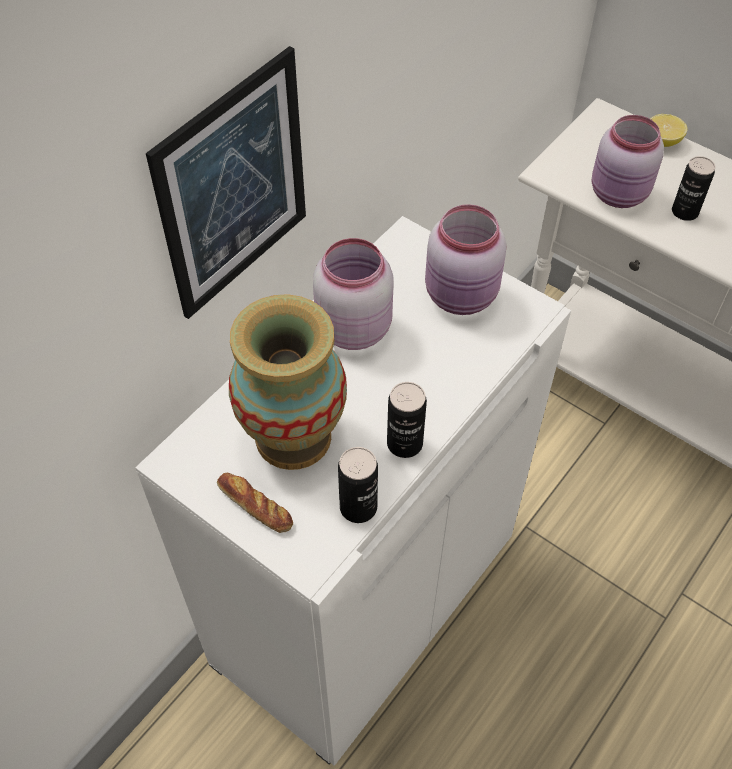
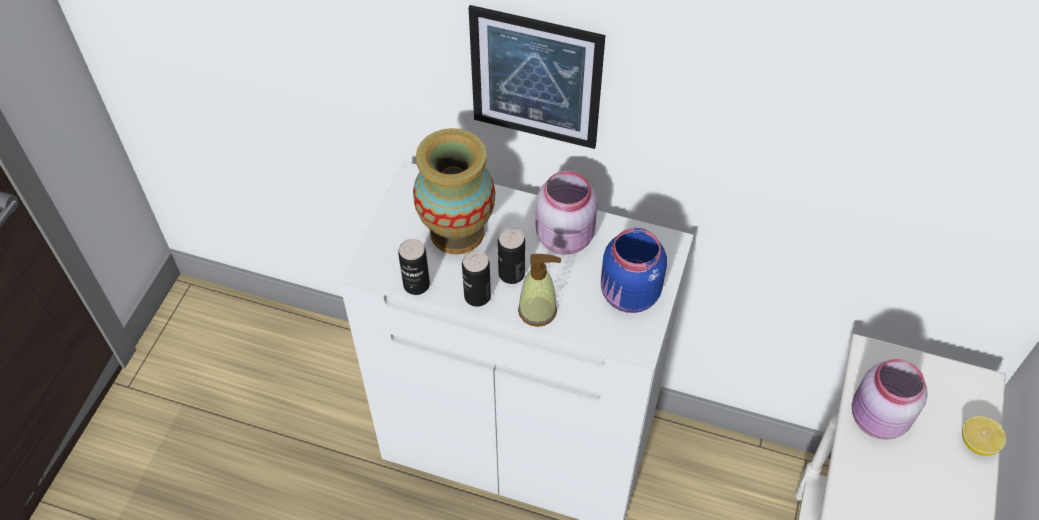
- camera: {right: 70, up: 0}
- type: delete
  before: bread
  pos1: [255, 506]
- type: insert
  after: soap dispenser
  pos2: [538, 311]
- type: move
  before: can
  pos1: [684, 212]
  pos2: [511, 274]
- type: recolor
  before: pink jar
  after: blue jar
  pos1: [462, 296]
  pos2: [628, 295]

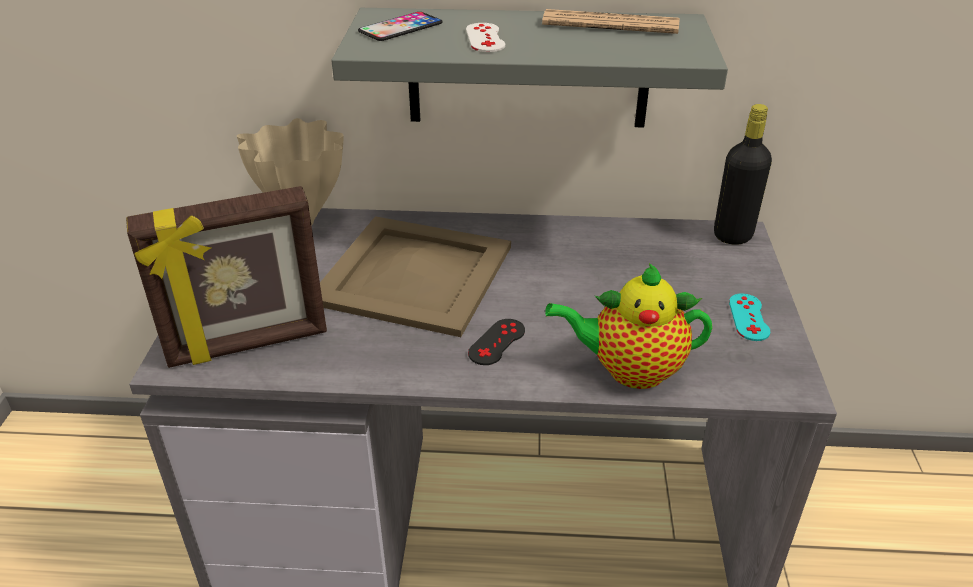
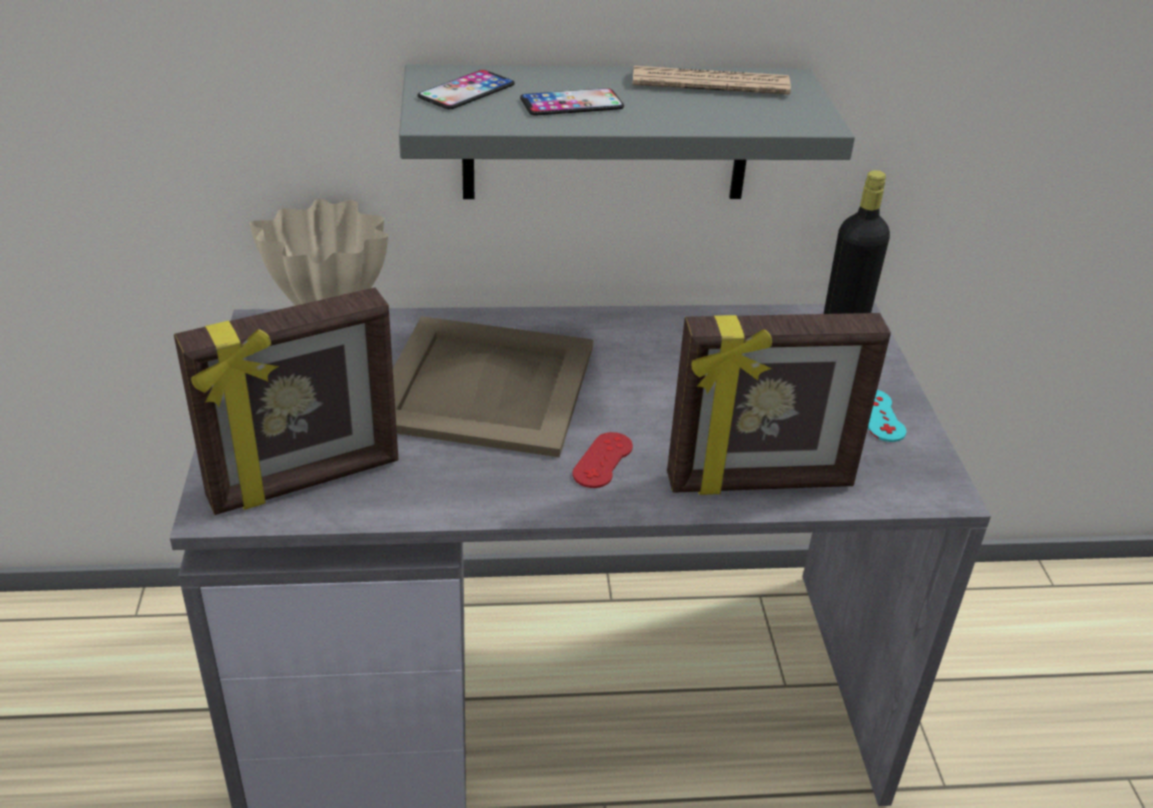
- camera: {right: -10, up: 0}
- type: replace
  before: white game controller
  after: phone
  pos1: [485, 38]
  pos2: [571, 103]
- type: replace
  before: teapot
  after: picture frame
  pos1: [629, 370]
  pos2: [760, 483]
- type: recolor
  before: black game controller
  after: red game controller
  pos1: [497, 342]
  pos2: [603, 460]

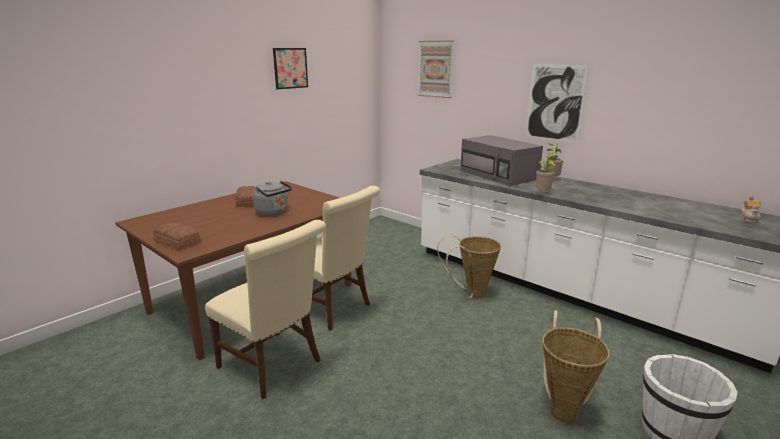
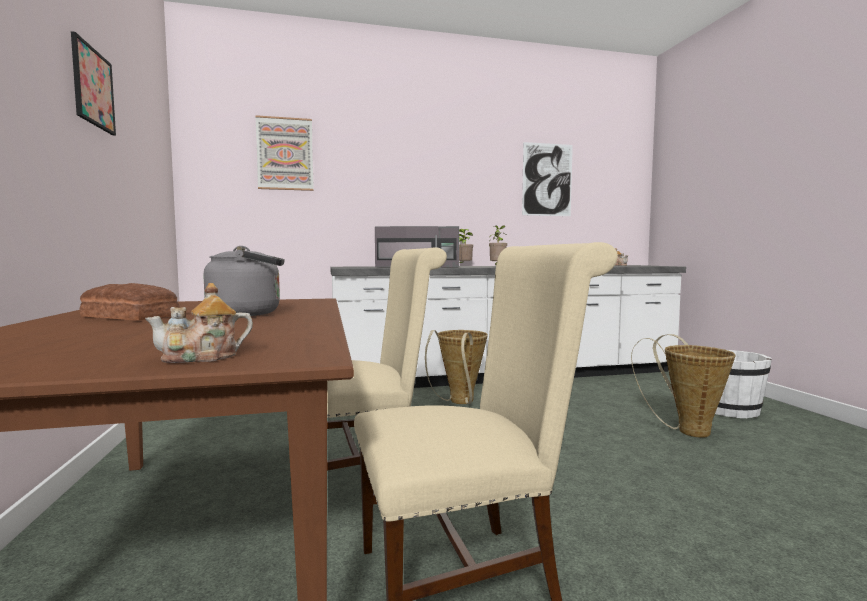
- camera: {right: -55, up: -15}
- type: move
  before: picture
  pos1: [555, 103]
  pos2: [547, 179]
- type: replace
  before: bread
  after: teapot
  pos1: [177, 242]
  pos2: [202, 357]

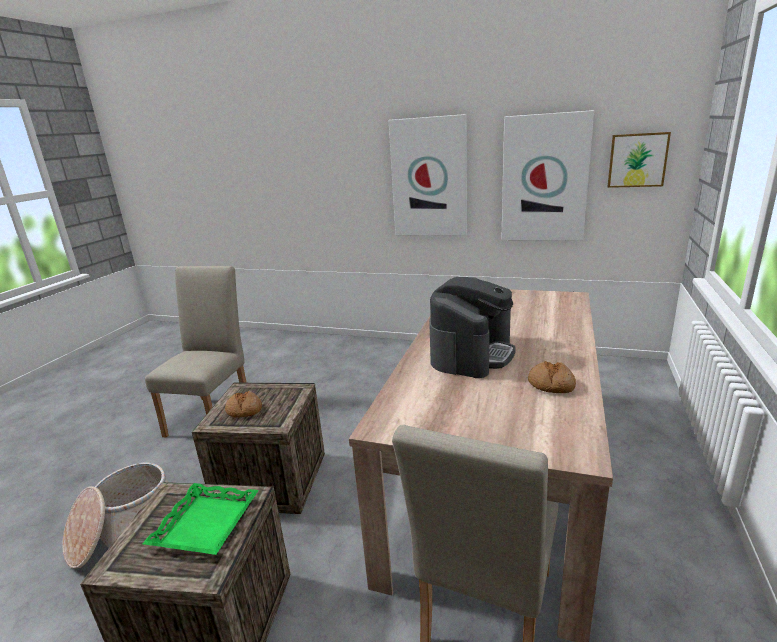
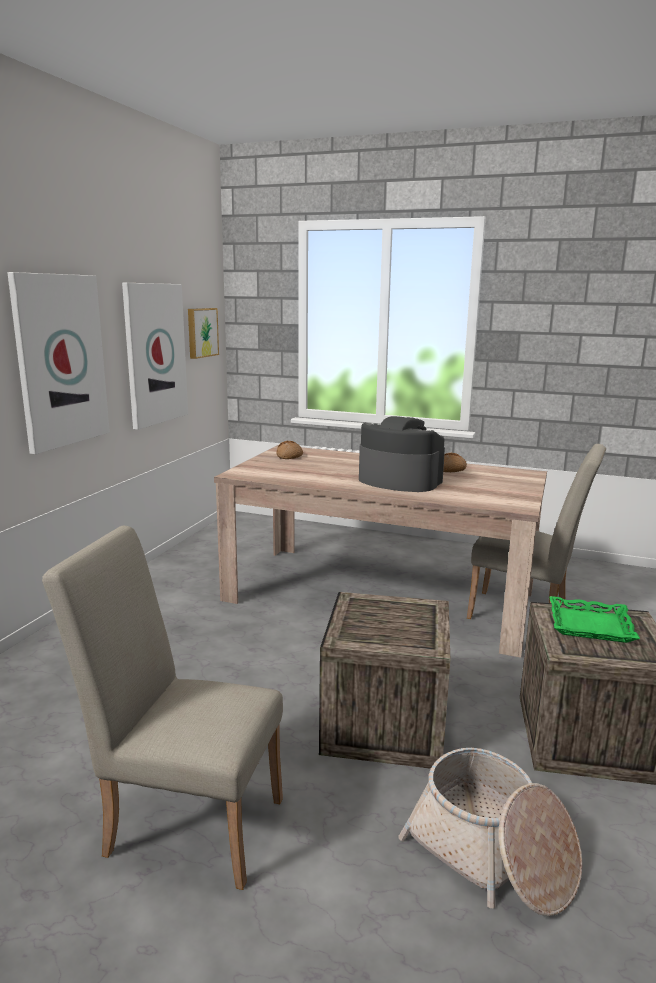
- camera: {right: -90, up: -5}
- type: move
  before: bread
  pos1: [244, 410]
  pos2: [289, 456]

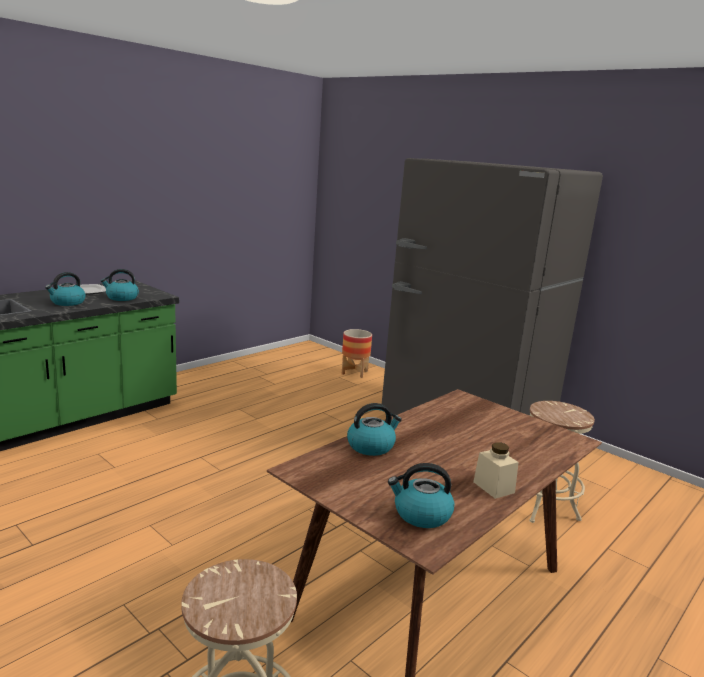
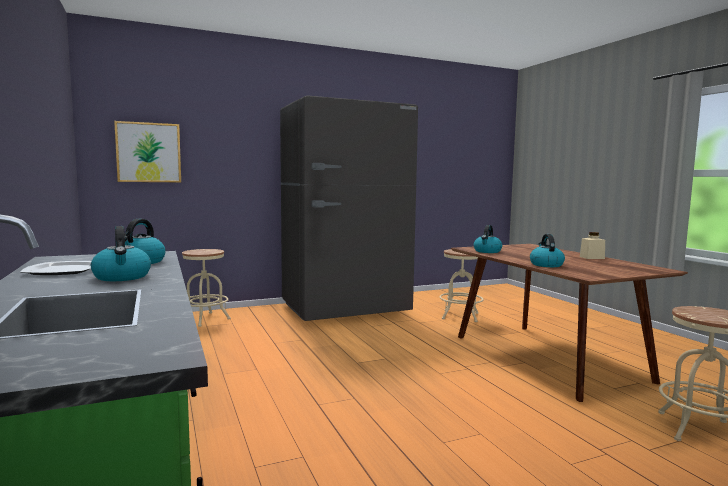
- camera: {right: -65, up: -10}
- type: insert
  after: picture
  pos2: [148, 152]
- type: move
  before: kettle
  pos1: [421, 514]
  pos2: [487, 251]
- type: replace
  before: planter
  after: beige stool
  pos1: [355, 372]
  pos2: [205, 319]

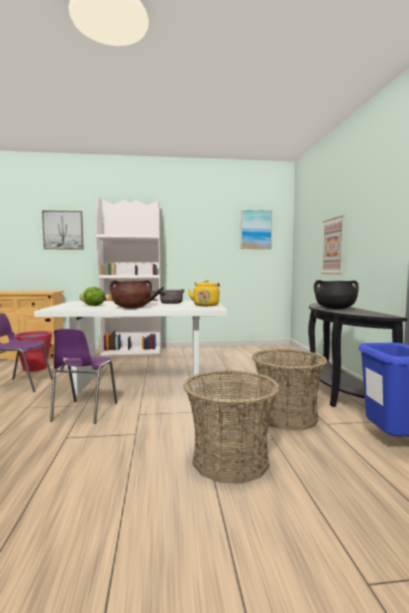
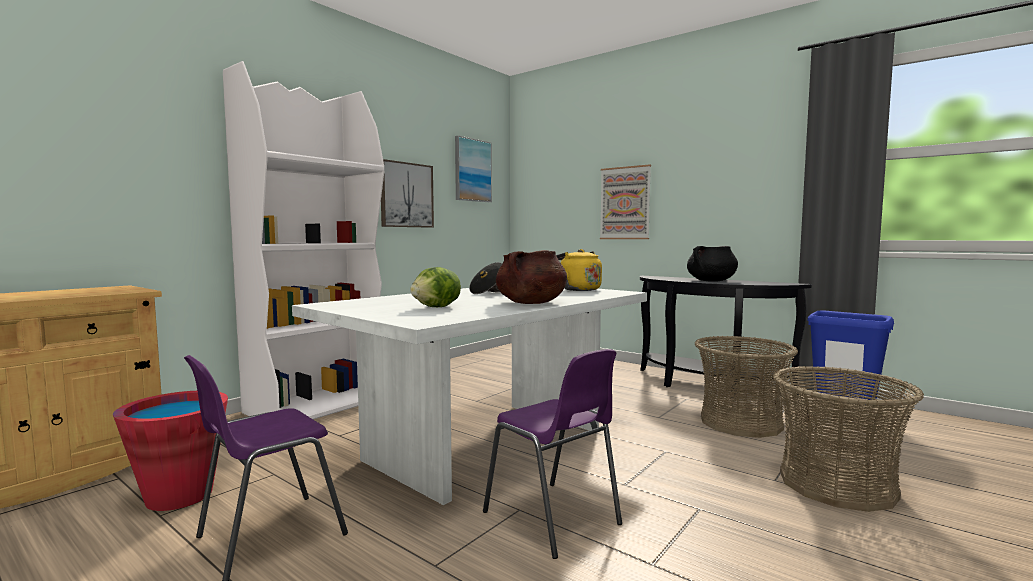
- camera: {right: -45, up: 0}
- type: move
  before: picture
  pos1: [63, 230]
  pos2: [406, 195]

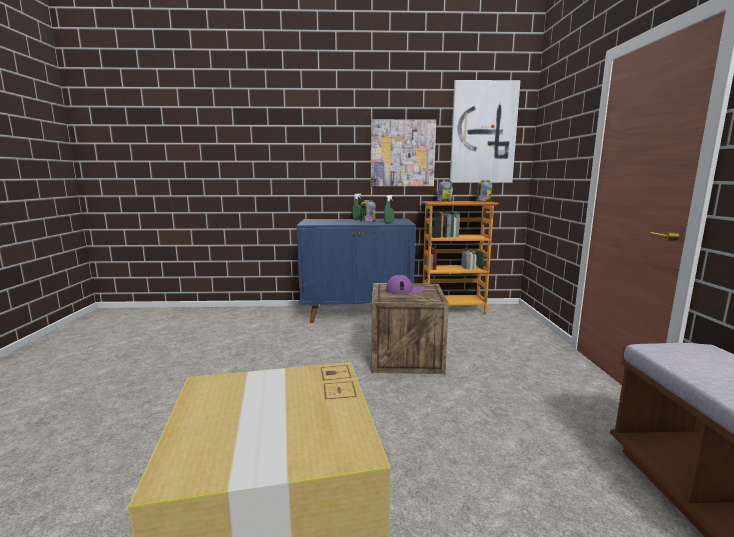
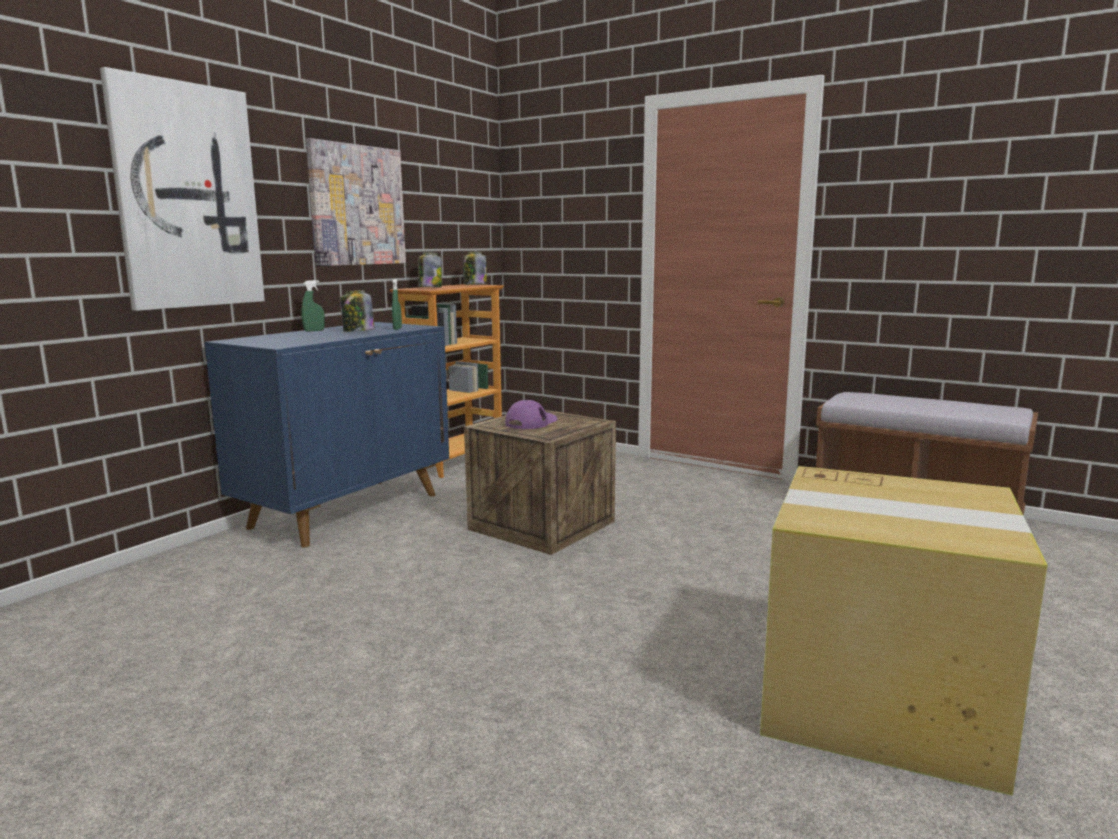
- camera: {right: -55, up: 0}
- type: move
  before: picture
  pos1: [483, 133]
  pos2: [187, 197]

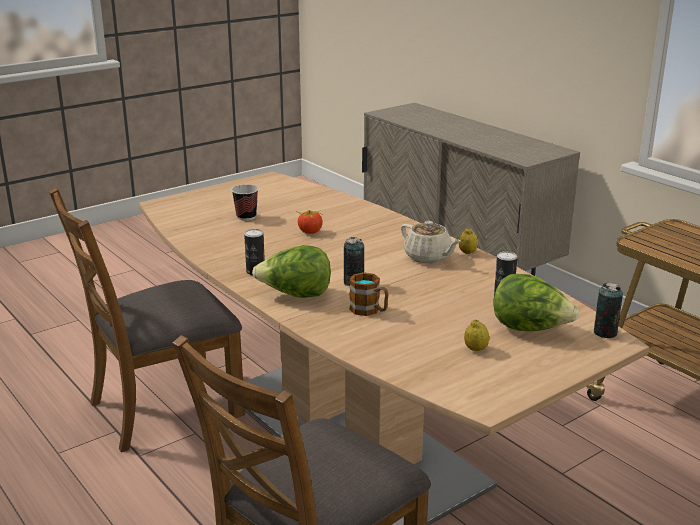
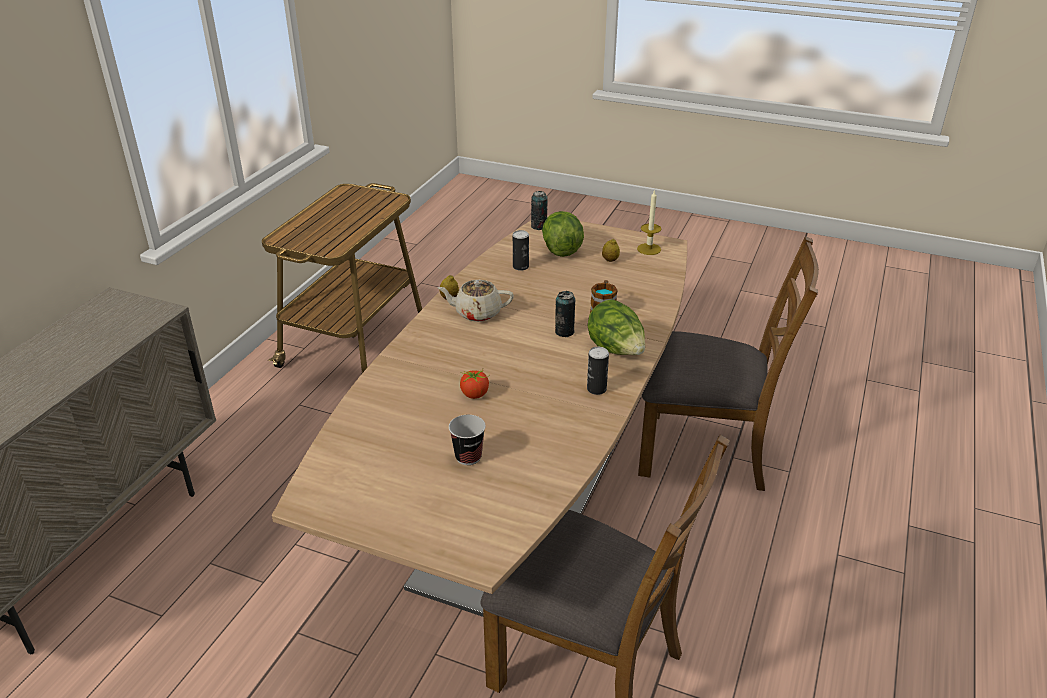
- camera: {right: -120, up: 10}
- type: insert
  after: candle
  pos2: [649, 249]
- type: rotate
  before: beige teapot
  pos1: [428, 257]
  pos2: [477, 313]
  turn: -105

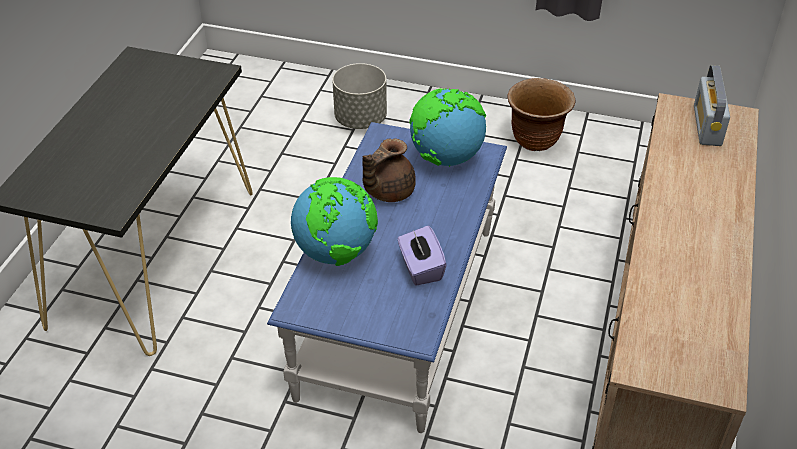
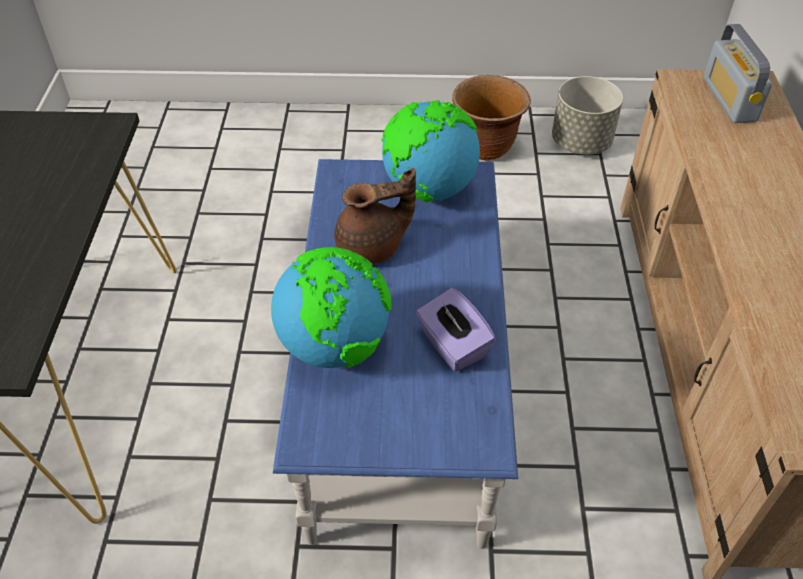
- camera: {right: -15, up: 5}
- type: move
  before: grey planter
  pos1: [360, 119]
  pos2: [580, 143]
- type: rotate
  before: brown teapot
  pos1: [388, 192]
  pos2: [372, 247]
  turn: -135

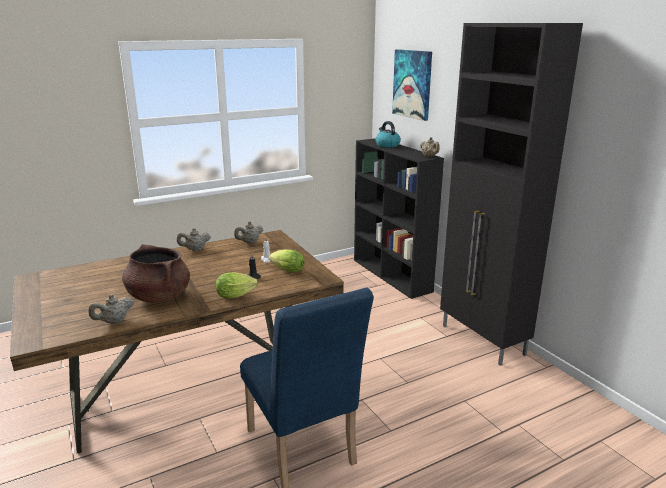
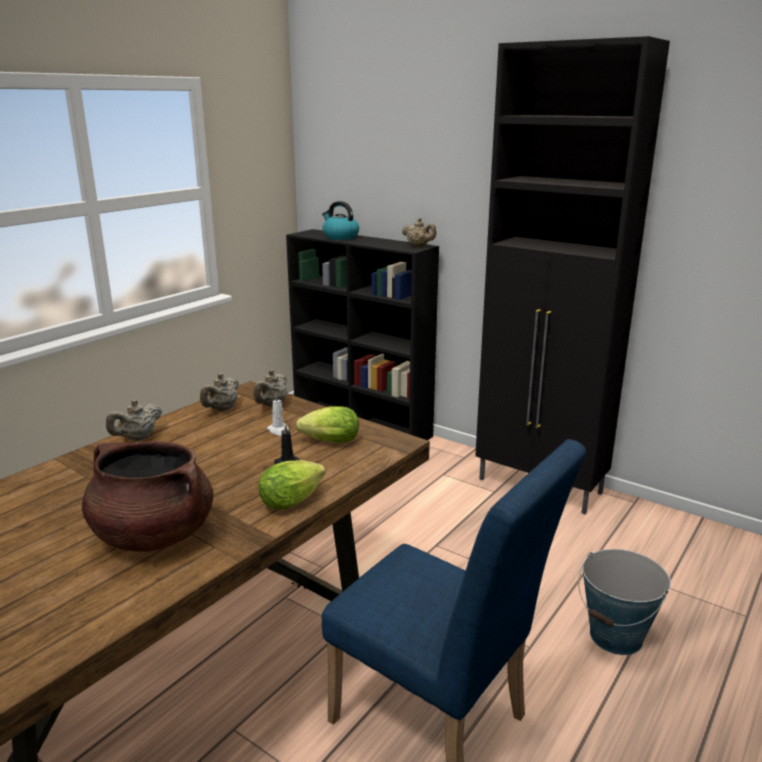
- camera: {right: -25, up: 0}
- type: delete
  before: picture
  pos1: [413, 84]
- type: insert
  after: bucket
  pos2: [616, 636]
- type: move
  before: beige teapot
  pos1: [114, 322]
  pos2: [272, 405]

